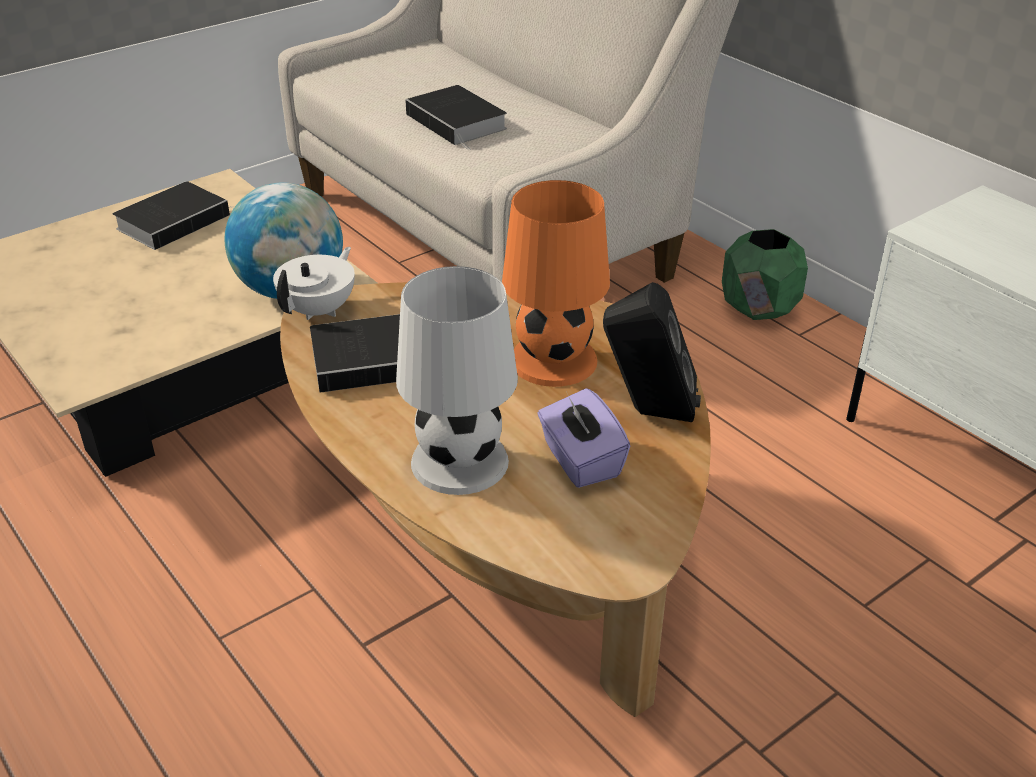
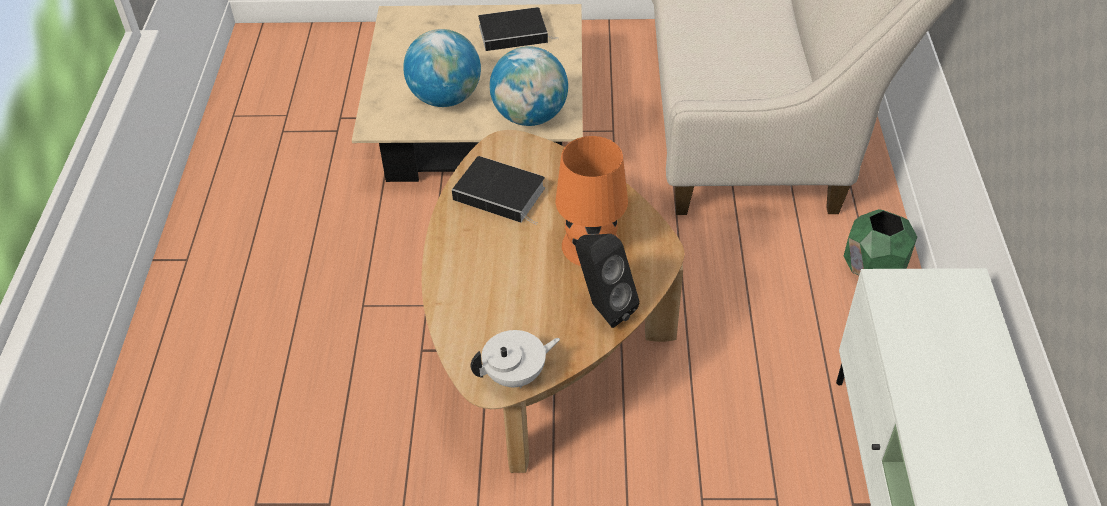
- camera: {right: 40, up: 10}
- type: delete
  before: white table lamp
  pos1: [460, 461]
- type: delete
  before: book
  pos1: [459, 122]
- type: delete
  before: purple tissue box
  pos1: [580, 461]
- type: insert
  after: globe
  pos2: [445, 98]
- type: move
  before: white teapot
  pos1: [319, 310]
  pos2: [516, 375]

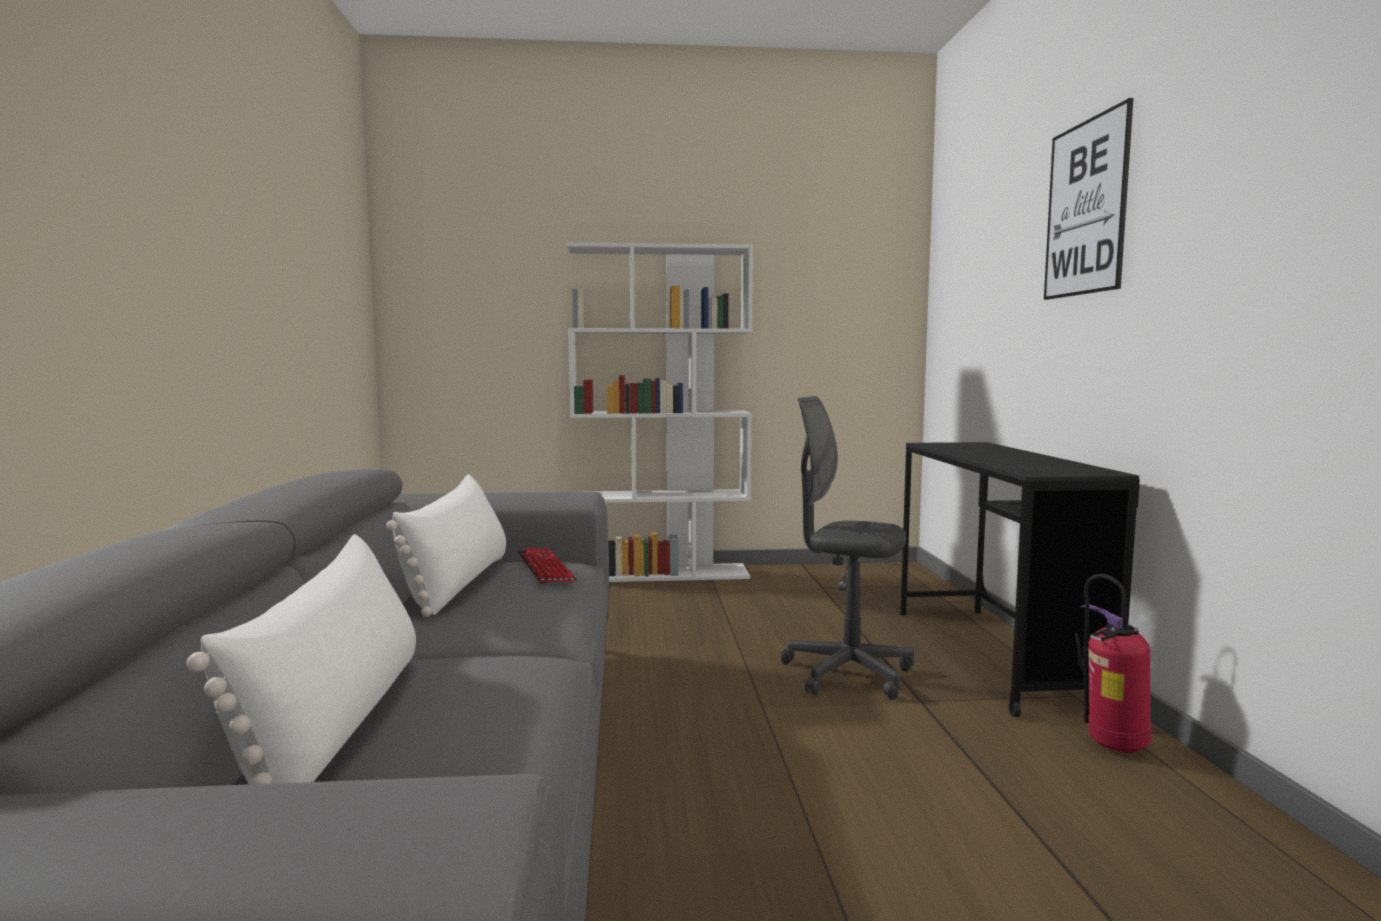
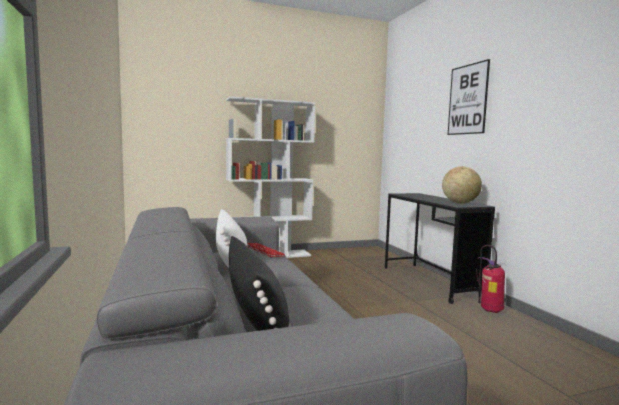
- camera: {right: -15, up: 0}
- type: delete
  before: grey office chair
  pos1: [847, 673]
- type: insert
  after: globe
  pos2: [460, 203]
- type: recolor
  before: white pillow
  after: black pillow
  pos1: [337, 722]
  pos2: [255, 313]

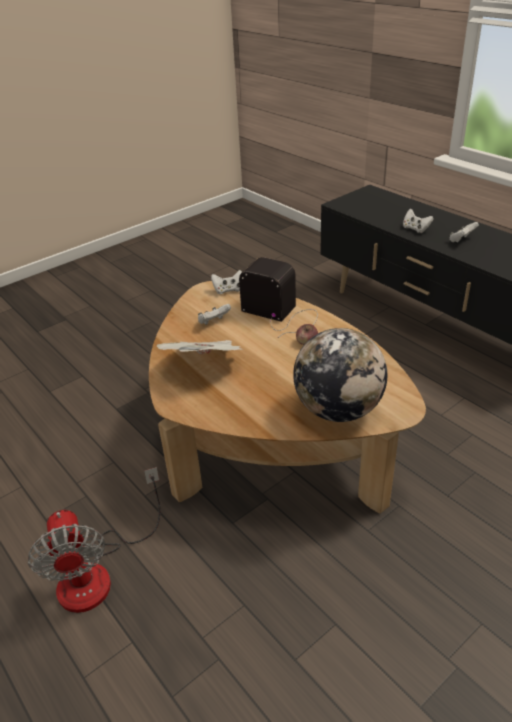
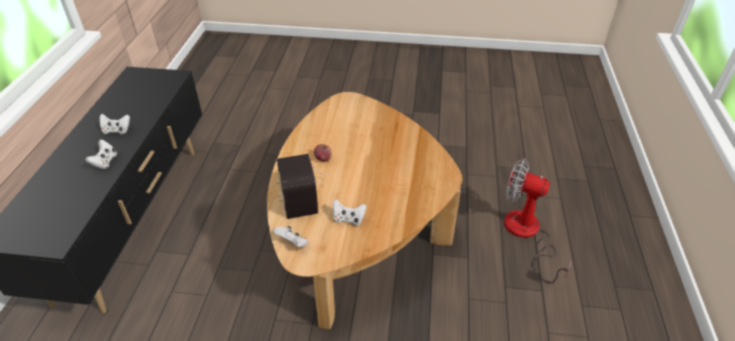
- camera: {right: -135, up: 5}
- type: delete
  before: newspaper
  pos1: [205, 364]
- type: delete
  before: globe
  pos1: [338, 409]
- type: rotate
  before: fan
  pos1: [98, 572]
  pos2: [526, 234]
  turn: -90

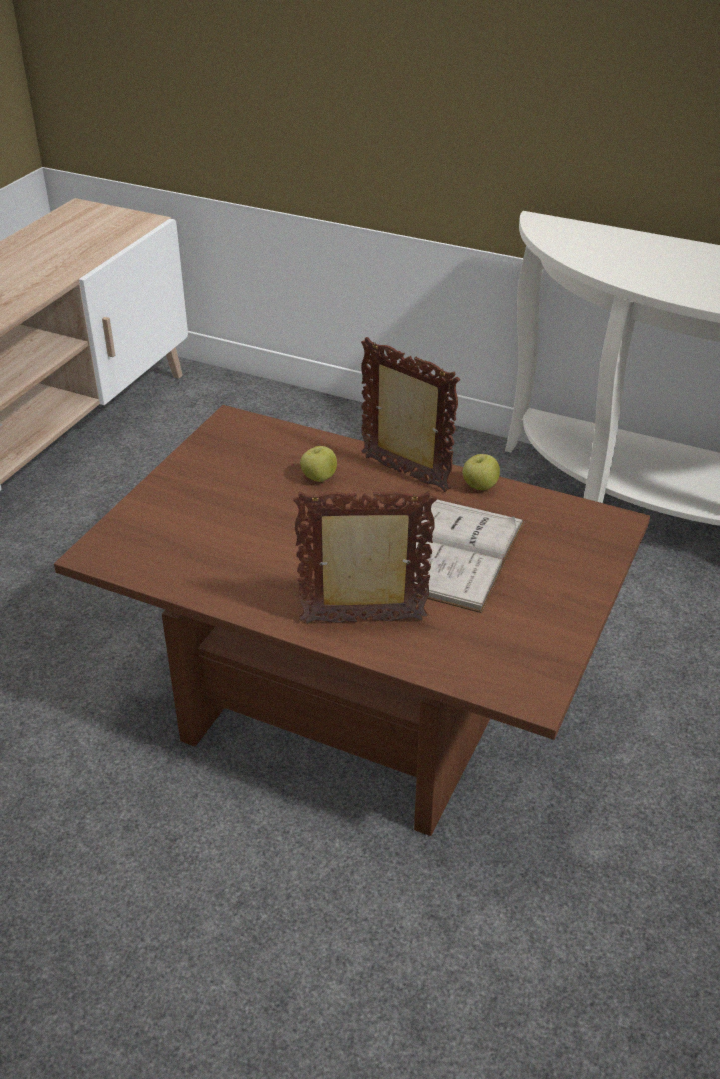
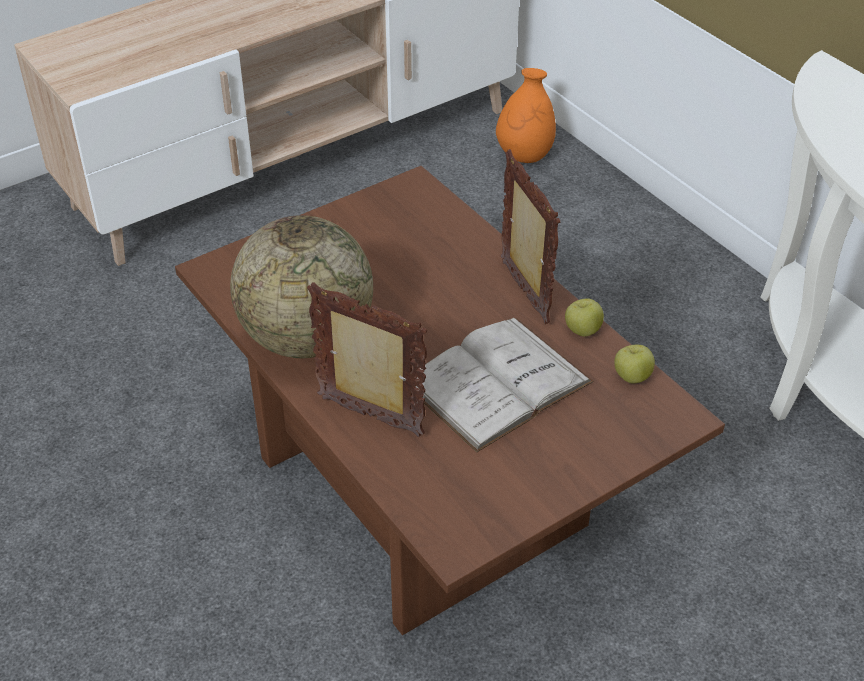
- camera: {right: 30, up: 5}
- type: insert
  after: globe
  pos2: [306, 338]
- type: insert
  after: orange vase
  pos2: [524, 156]
- type: move
  before: apple
  pos1: [319, 478]
  pos2: [632, 377]

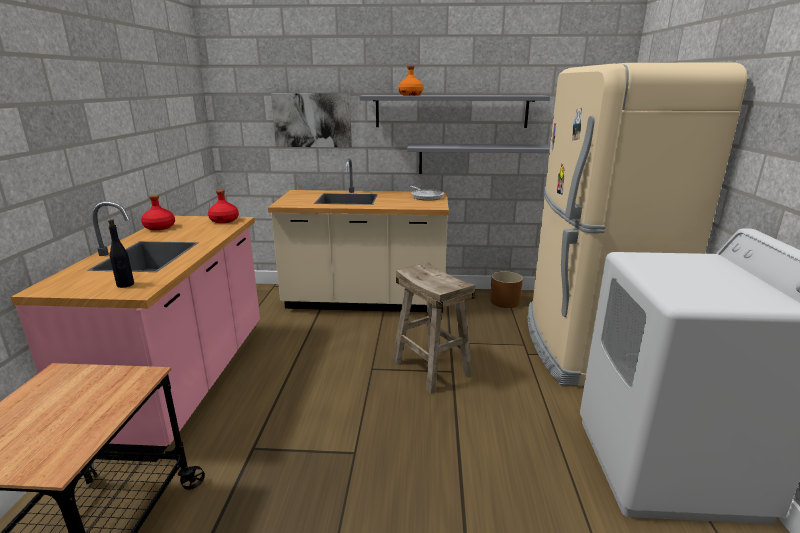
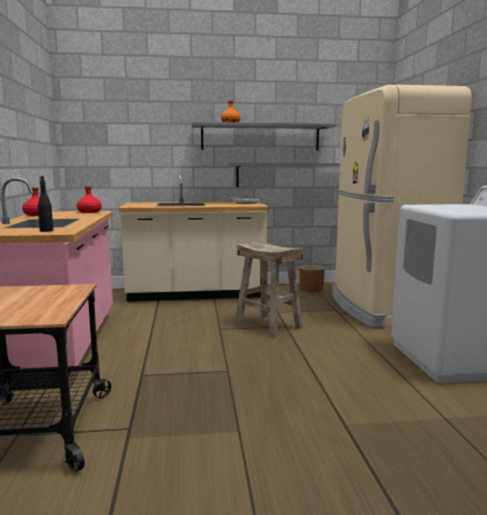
- camera: {right: -10, up: -10}
- type: delete
  before: picture
  pos1: [312, 120]

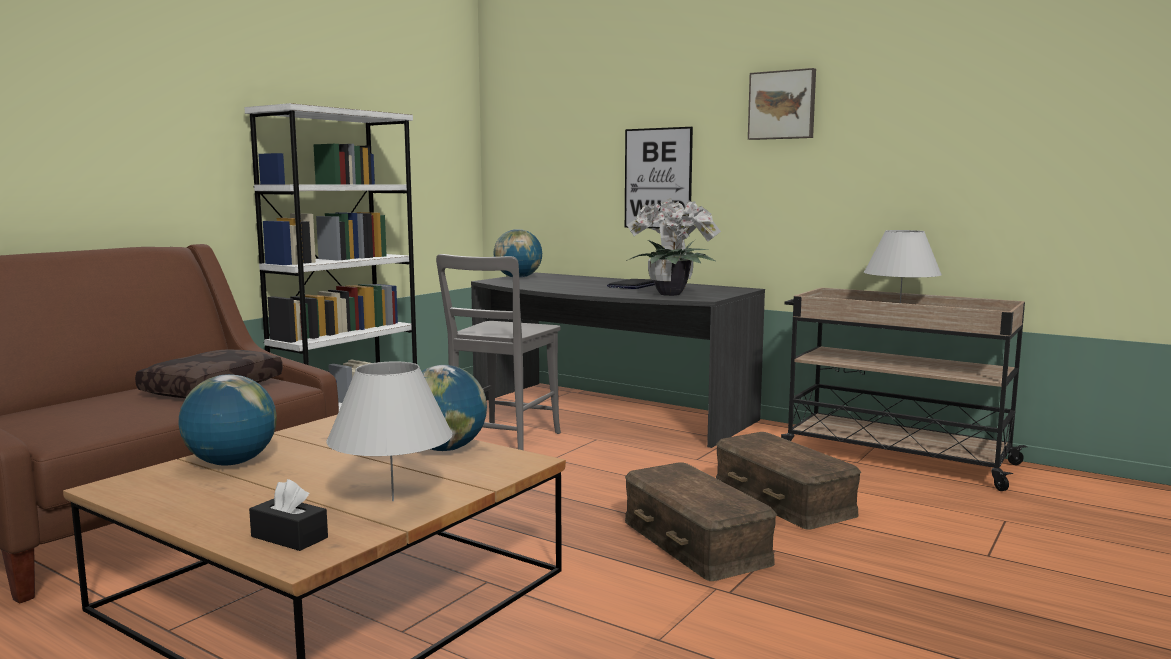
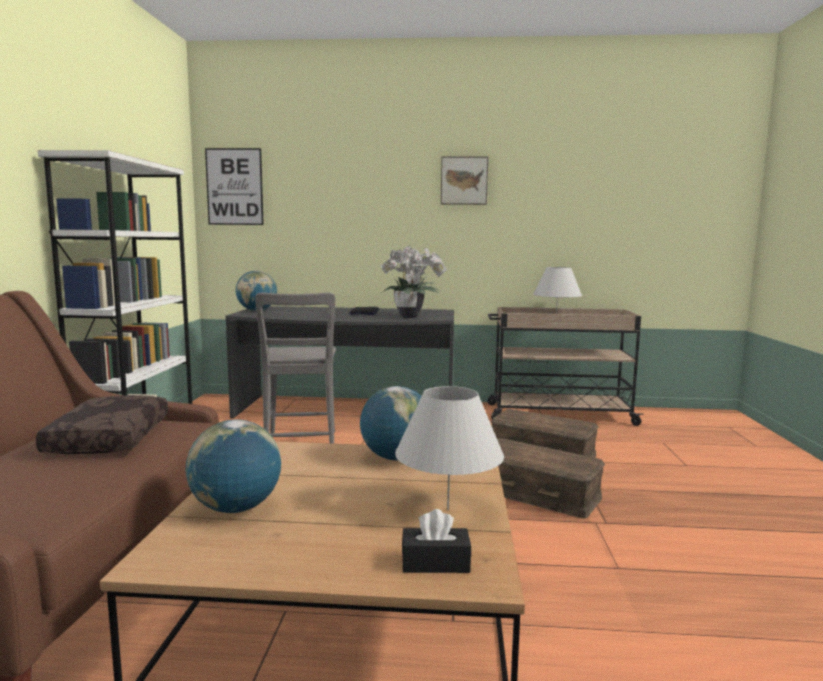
- camera: {right: -30, up: 0}
- type: move
  before: picture
  pos1: [658, 178]
  pos2: [234, 187]

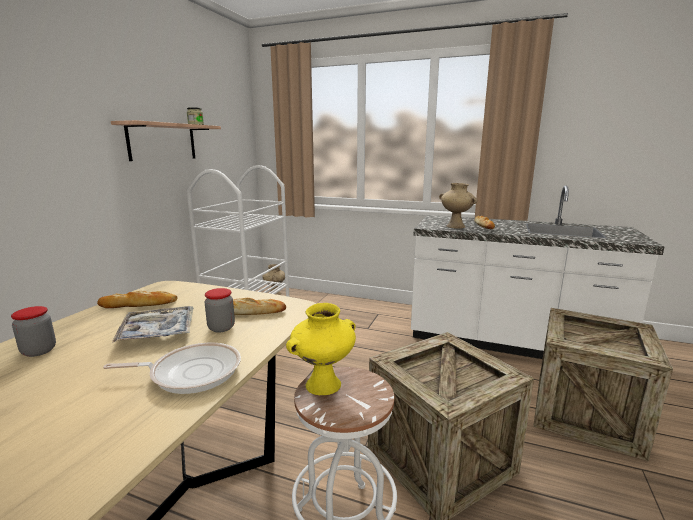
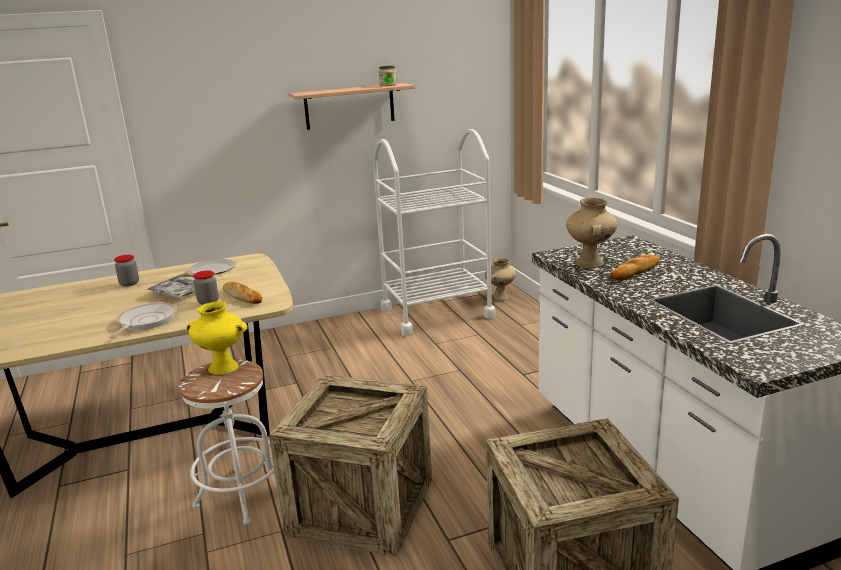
- camera: {right: 50, up: 5}
- type: replace
  before: bread
  after: plate
  pos1: [138, 304]
  pos2: [213, 269]
- type: rotate
  before: frying pan
  pos1: [191, 372]
  pos2: [145, 322]
  turn: -120

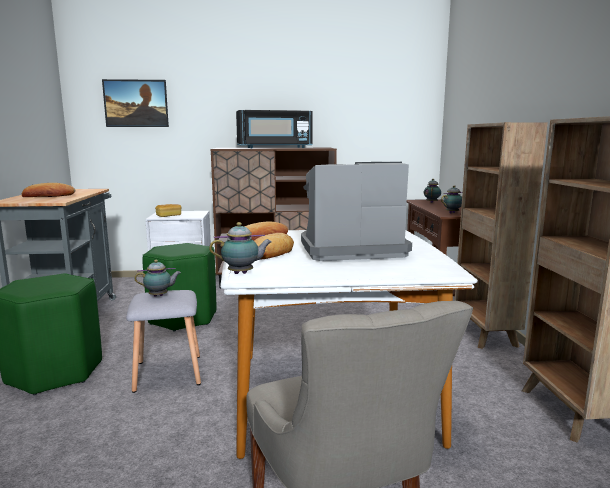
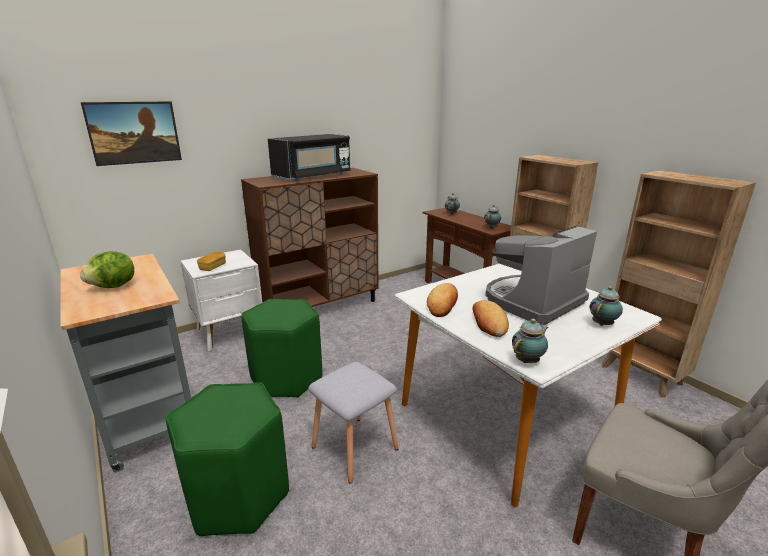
- camera: {right: -30, up: 10}
- type: move
  before: teapot
  pos1: [160, 296]
  pos2: [603, 324]
- type: replace
  before: bread
  after: lettuce
  pos1: [48, 196]
  pos2: [114, 287]

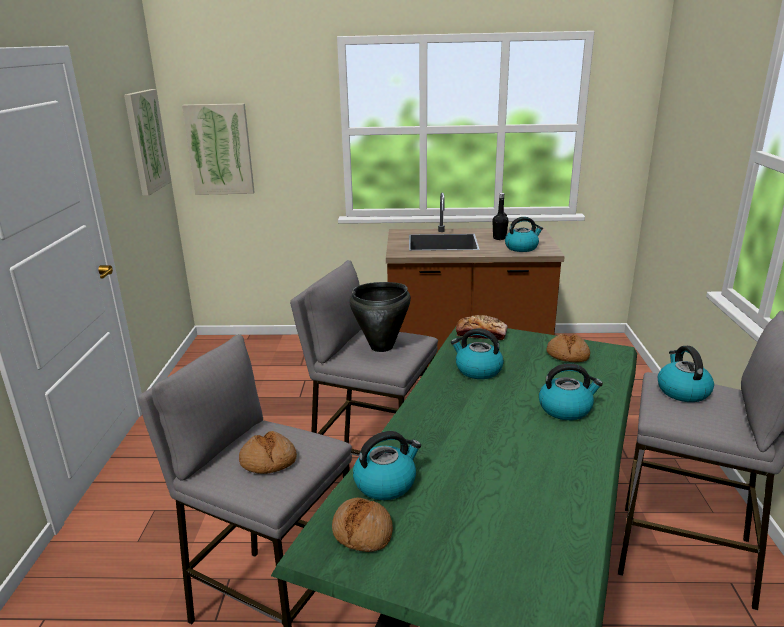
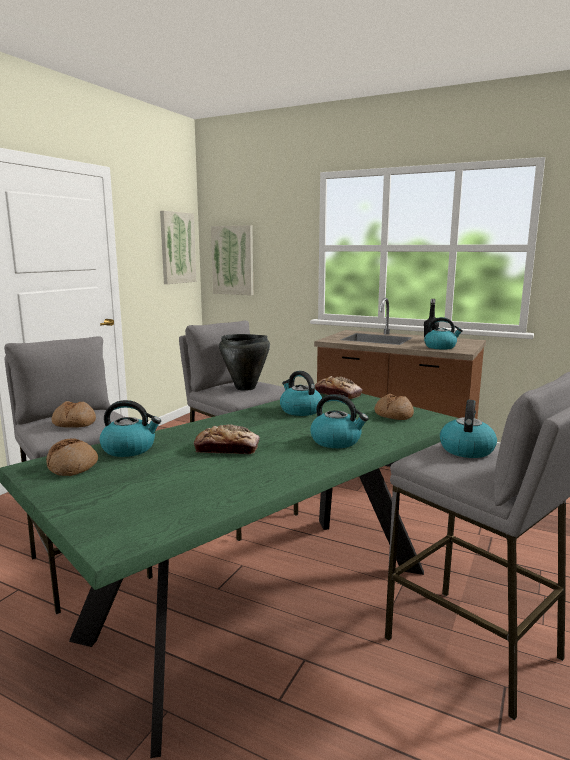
- camera: {right: 25, up: -10}
- type: insert
  after: bread
  pos2: [227, 449]

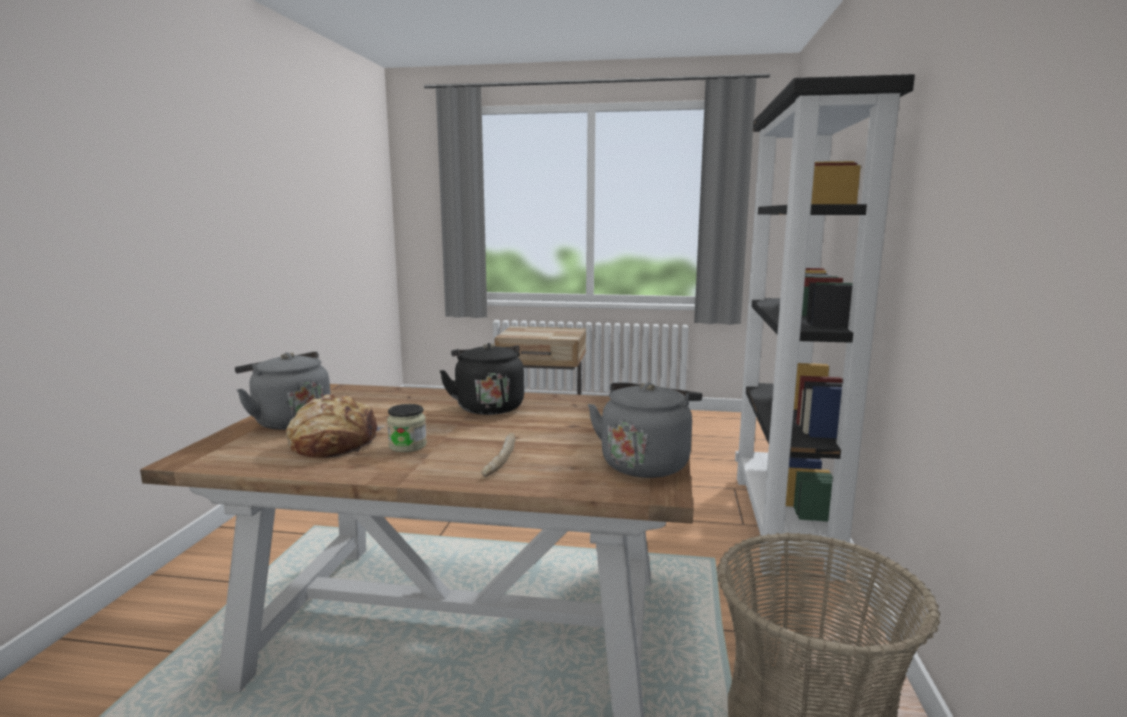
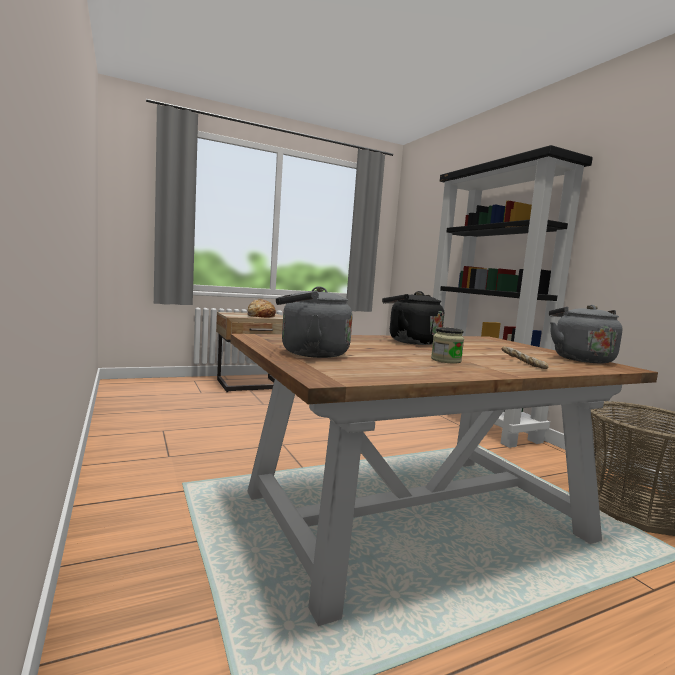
- camera: {right: -35, up: -5}
- type: move
  before: bread
  pos1: [333, 443]
  pos2: [261, 316]

